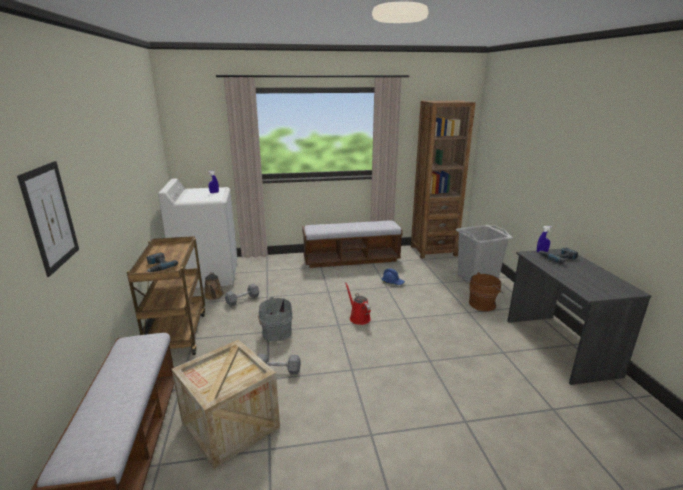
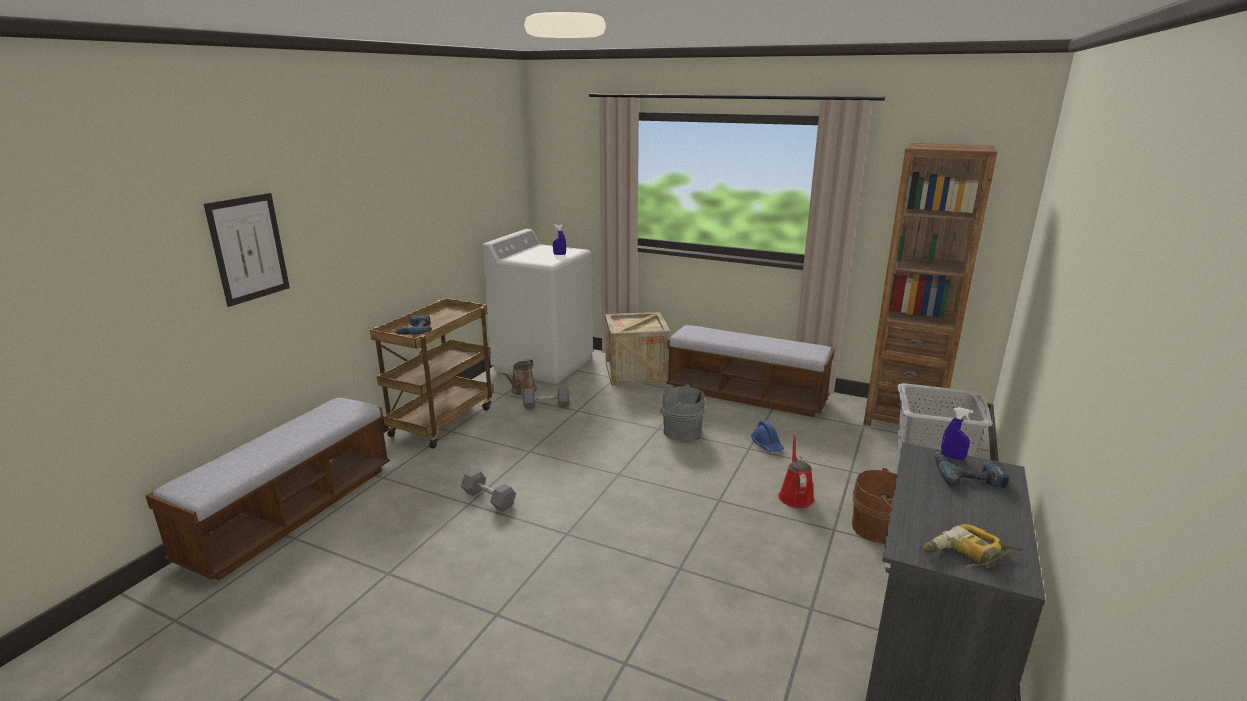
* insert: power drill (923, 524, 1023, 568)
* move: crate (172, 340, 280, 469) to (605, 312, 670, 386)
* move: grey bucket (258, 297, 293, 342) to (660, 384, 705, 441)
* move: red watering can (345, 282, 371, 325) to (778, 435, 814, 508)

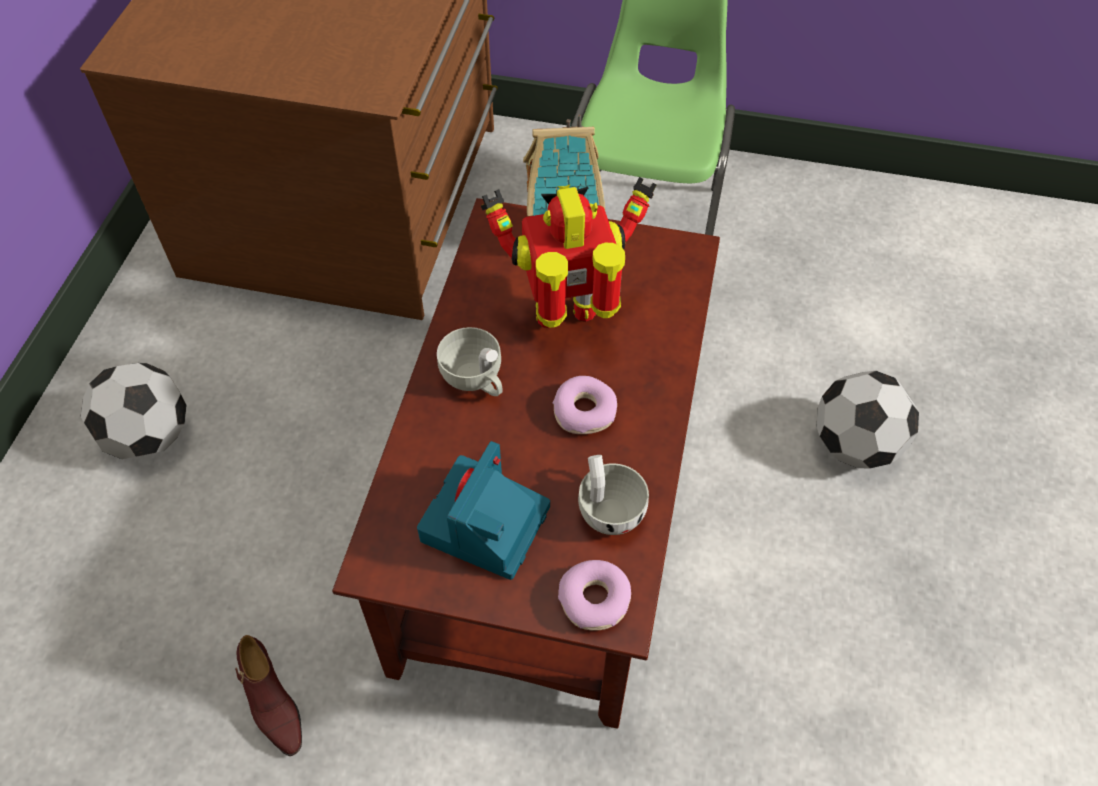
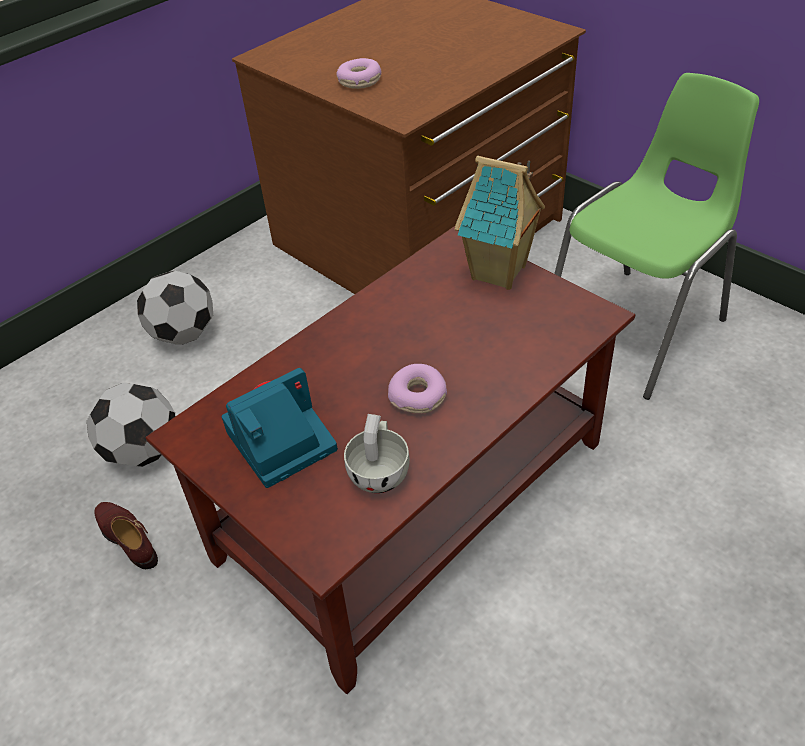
* delete: white cup (437, 327, 502, 396)
* delete: toy robot (481, 177, 657, 328)
* move: donut (558, 560, 631, 631) to (336, 58, 381, 89)
* move: football (816, 371, 919, 469) to (87, 383, 175, 467)
* rotate: brown shoe (235, 635, 302, 756) = (94, 502, 158, 569) 135 degrees clockwise

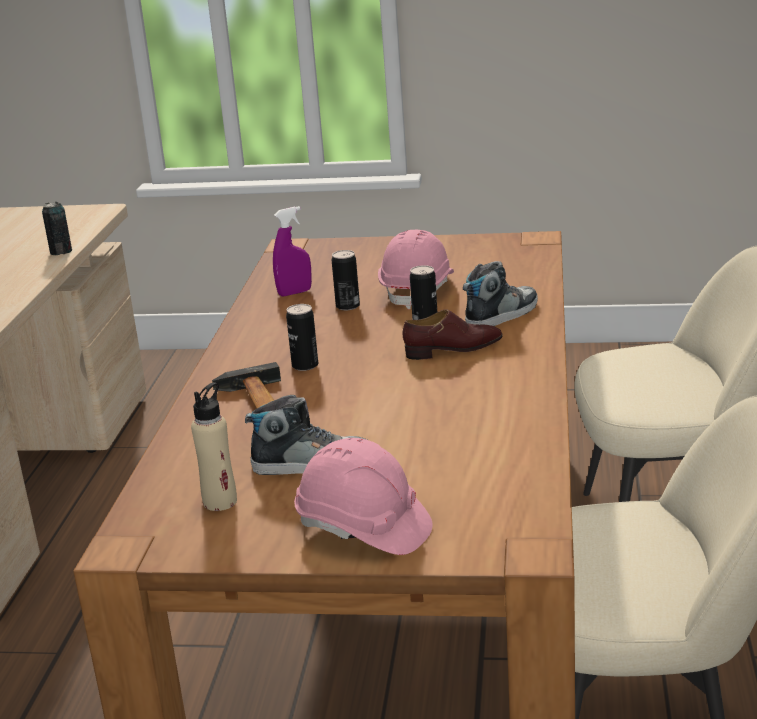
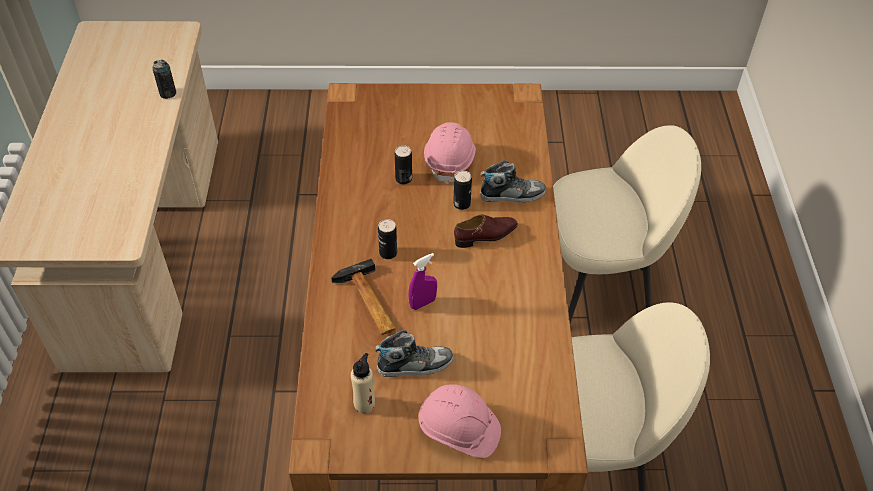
* move: purple spray bottle (273, 206, 312, 296) to (408, 253, 437, 310)
* rotate: shoe (463, 261, 538, 326) = (480, 160, 546, 203) 45 degrees clockwise

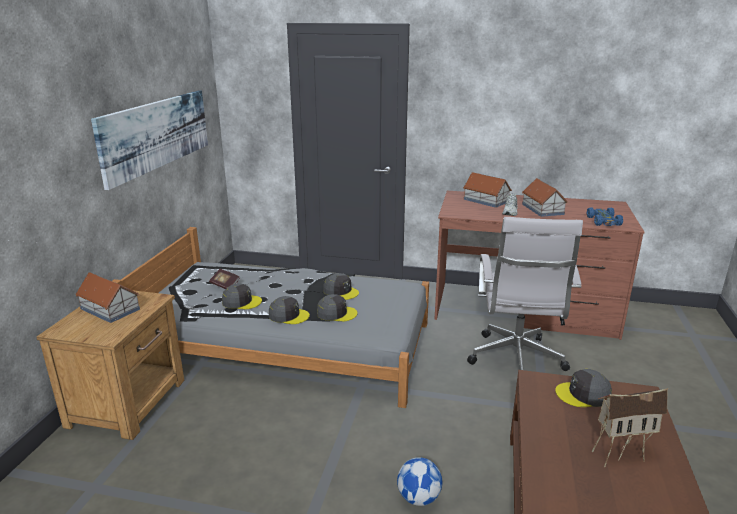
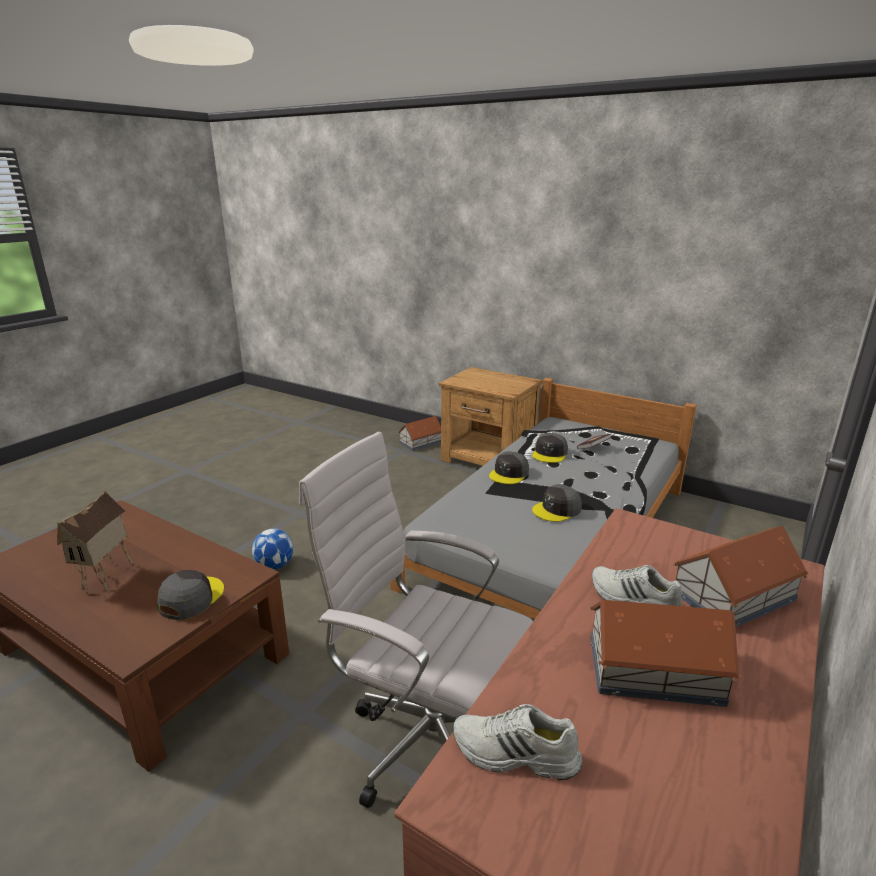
* delete: picture (91, 90, 208, 190)
* delete: grey cap (317, 294, 358, 322)
* move: toy house (75, 272, 140, 323) to (398, 416, 441, 451)
* replace: blue toy car (587, 208, 623, 226) to white shoe (453, 704, 582, 780)

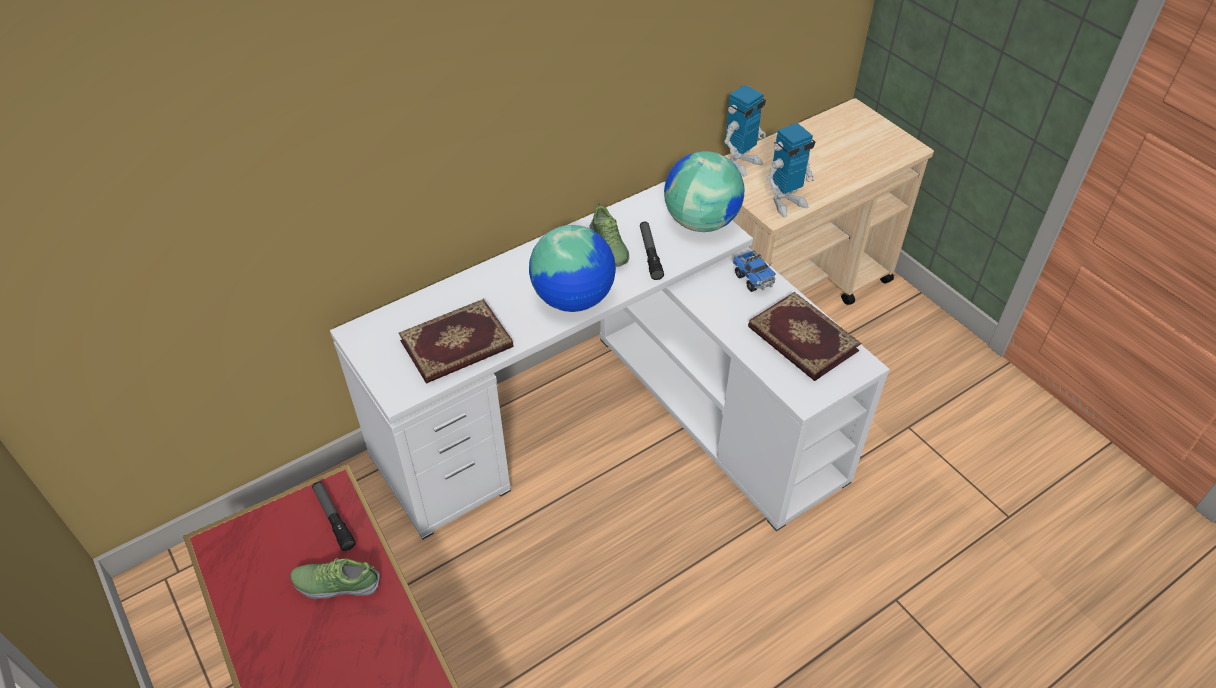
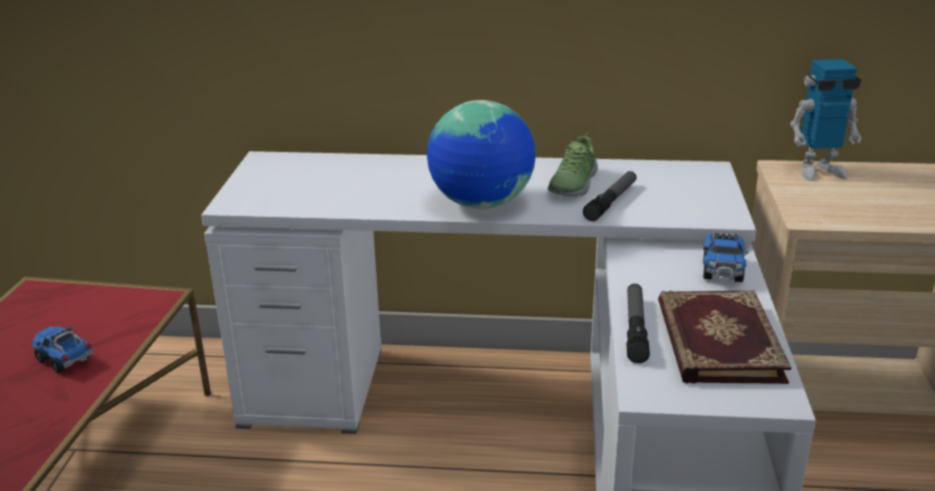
* delete: book (399, 299, 514, 384)
* delete: globe (664, 151, 744, 232)
* delete: toy robot (767, 123, 815, 217)
* move: flashlight (312, 481, 356, 551) to (627, 284, 650, 363)
* replace: shoe (290, 558, 380, 599) to toy truck (32, 326, 93, 373)

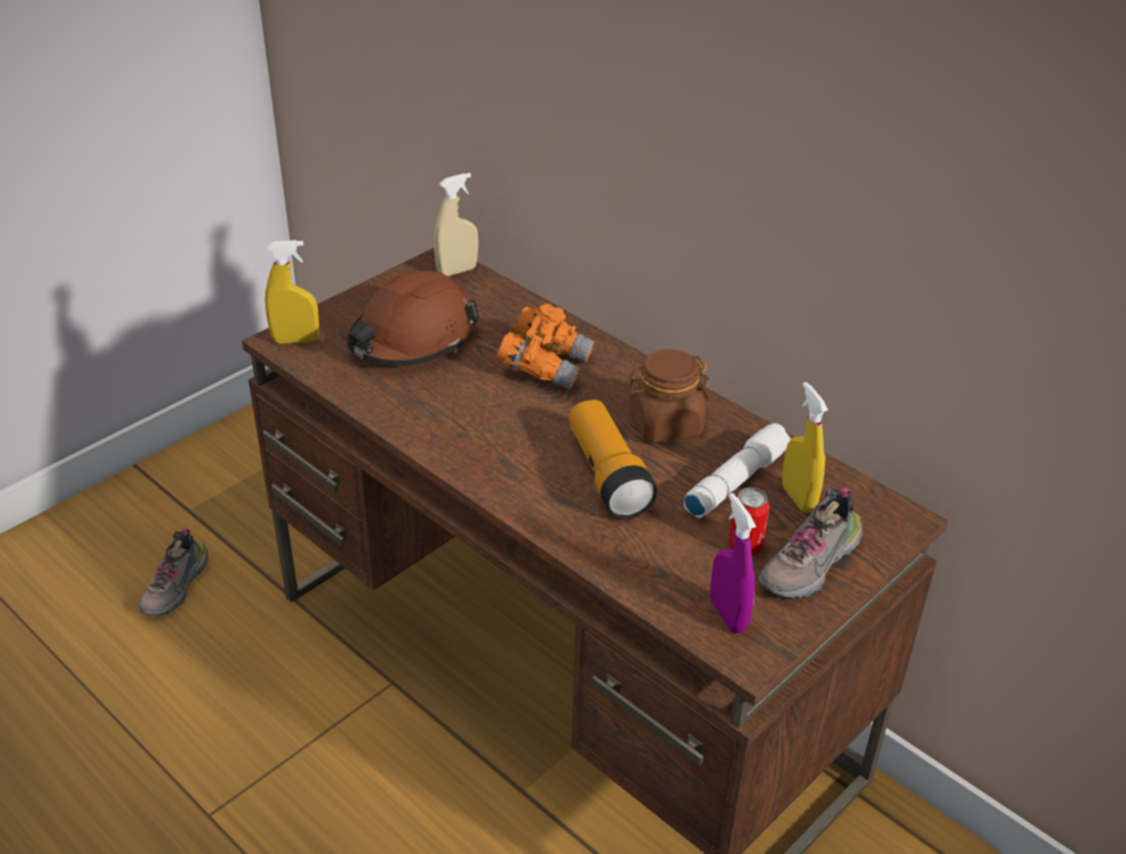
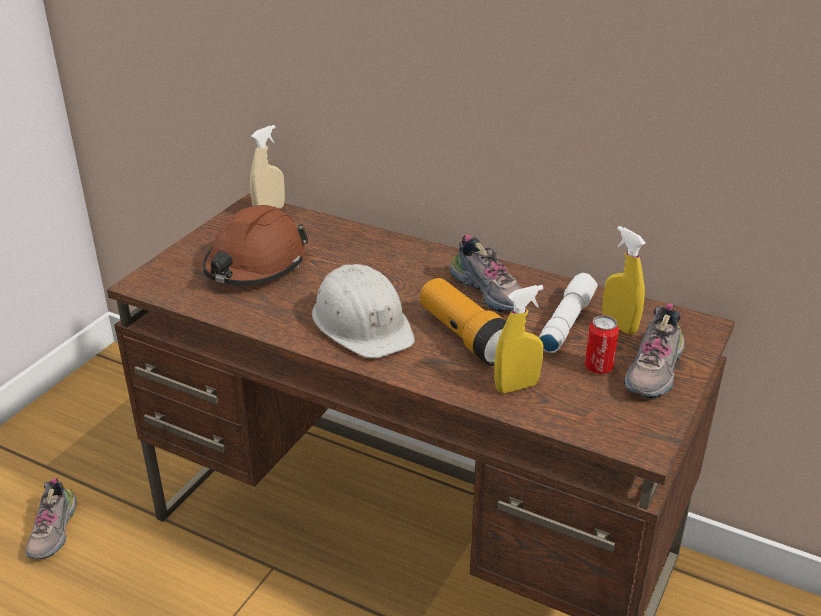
* delete: orange binoculars (496, 304, 595, 390)
* delete: purple spray bottle (710, 493, 756, 633)
* insert: white hard hat (312, 264, 415, 358)
* move: yellow spray bottle (265, 240, 319, 344) to (494, 285, 544, 393)
* replace: brown jar (626, 349, 709, 443) to shoe (449, 235, 522, 313)

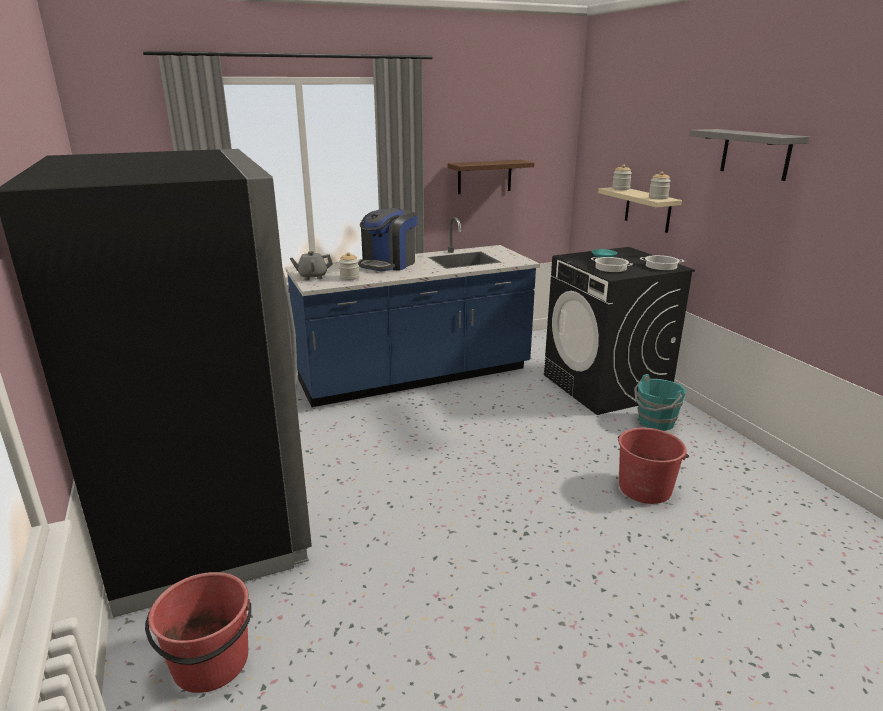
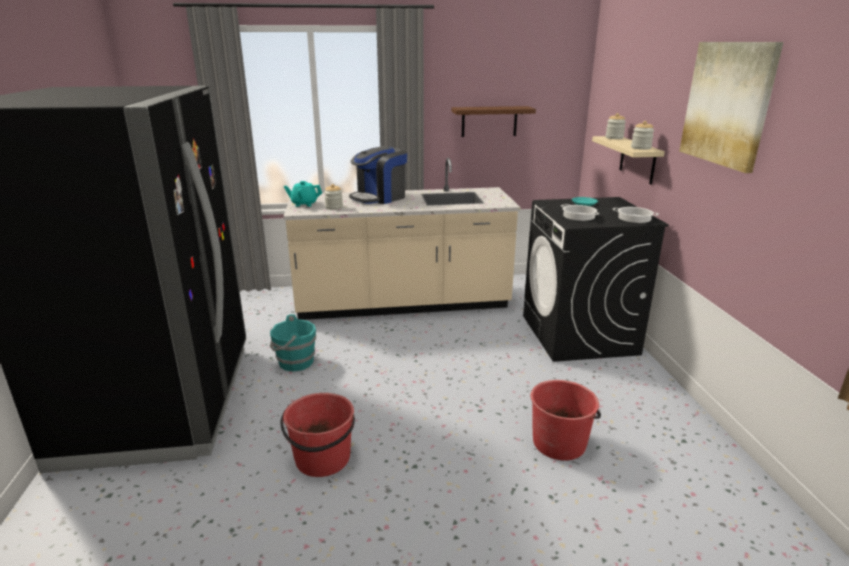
* move: red bucket (145, 572, 251, 693) to (280, 393, 355, 477)
* move: turquoise bucket (634, 374, 686, 431) to (270, 314, 316, 372)
* replace: grey shelf (689, 129, 809, 181) to picture (679, 42, 784, 173)
* recolor: blue counter (285, 217, 540, 407) to beige counter (284, 158, 521, 320)
* recolor: grey teapot (290, 251, 333, 280) to turquoise teapot (284, 181, 322, 207)

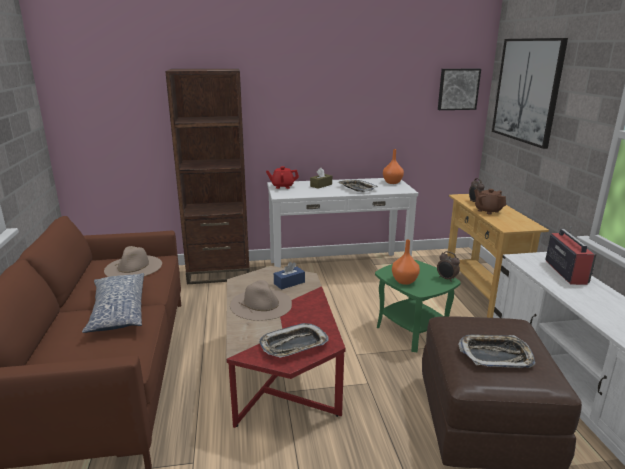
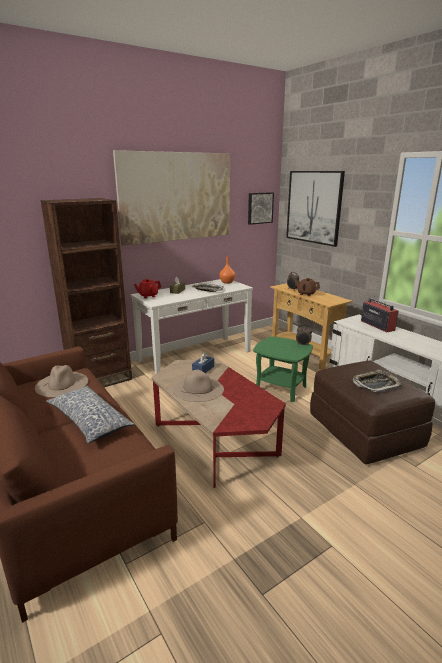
* delete: tray (259, 323, 328, 358)
* delete: orange vase (392, 240, 420, 285)
* insert: picture (113, 150, 230, 246)

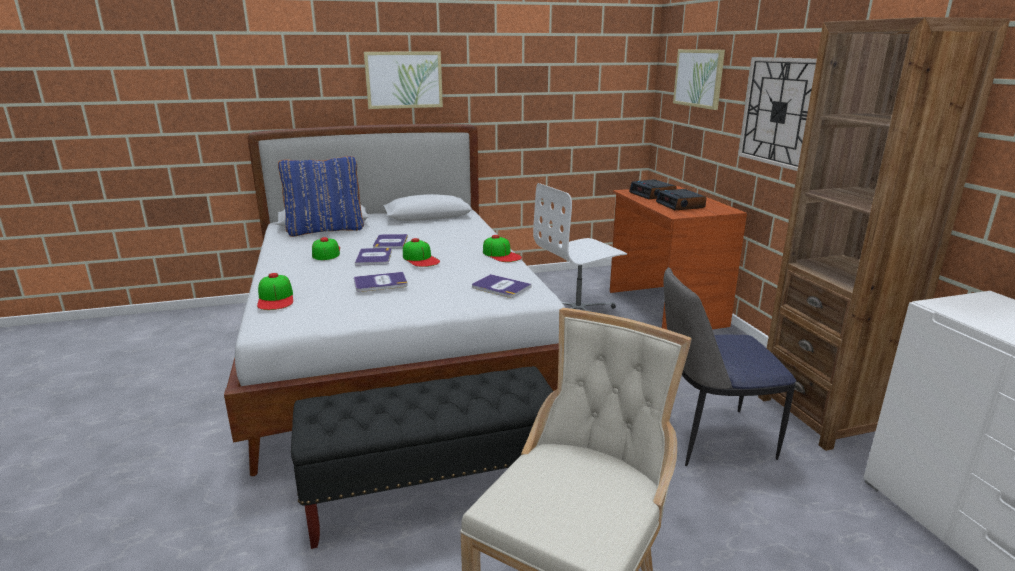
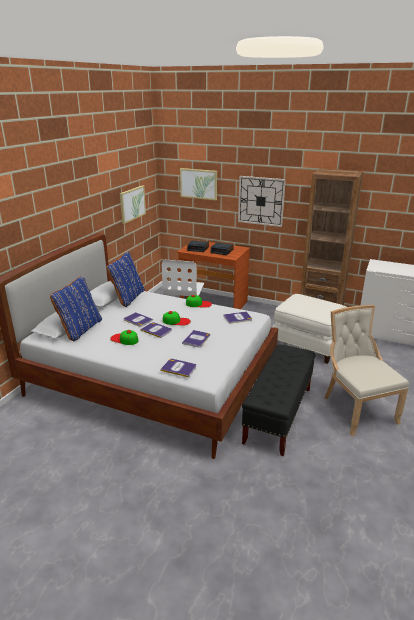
* insert: blue pillow (106, 252, 145, 307)
* move: picture (364, 52, 443, 109) to (120, 185, 146, 224)
* replace: cap (257, 273, 293, 310) to book (160, 359, 196, 377)
* replace: chair (663, 267, 796, 466) to white ottoman (272, 294, 347, 364)

